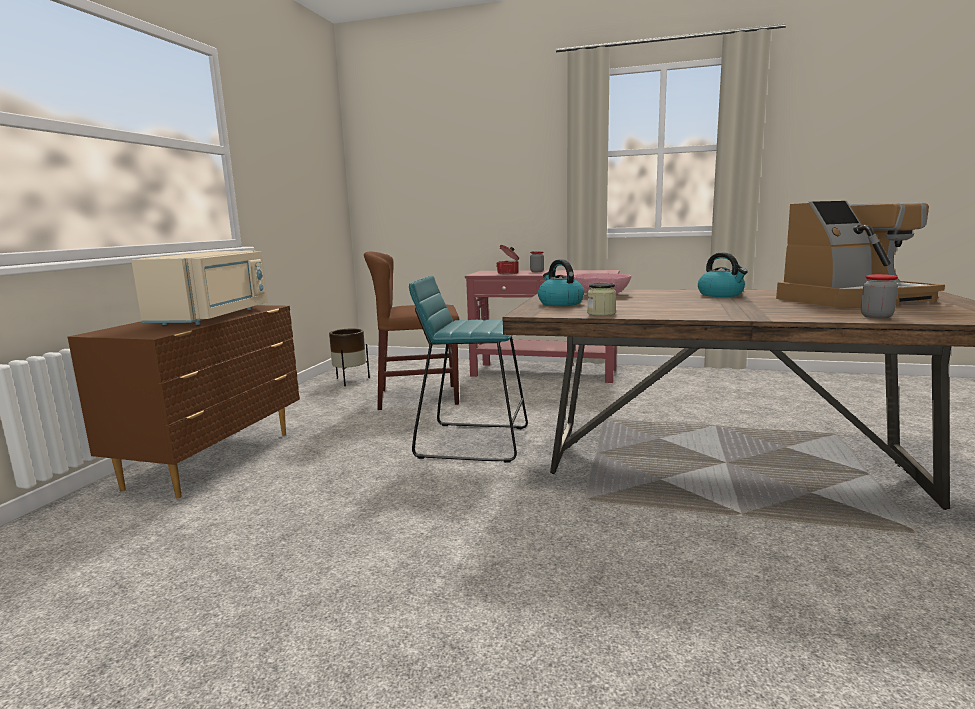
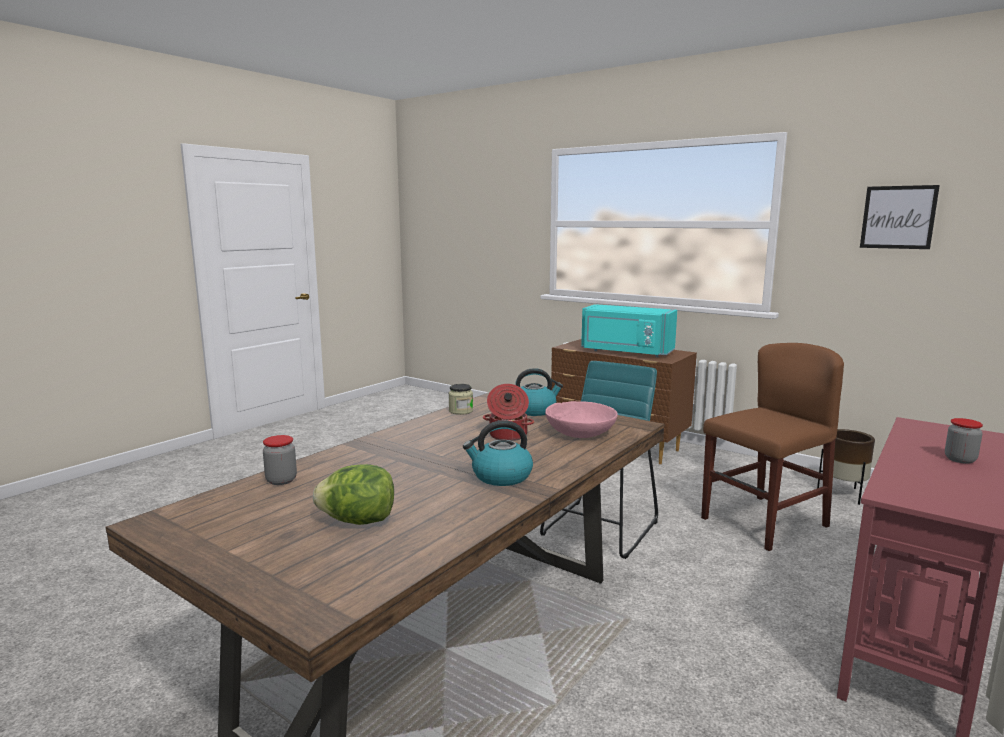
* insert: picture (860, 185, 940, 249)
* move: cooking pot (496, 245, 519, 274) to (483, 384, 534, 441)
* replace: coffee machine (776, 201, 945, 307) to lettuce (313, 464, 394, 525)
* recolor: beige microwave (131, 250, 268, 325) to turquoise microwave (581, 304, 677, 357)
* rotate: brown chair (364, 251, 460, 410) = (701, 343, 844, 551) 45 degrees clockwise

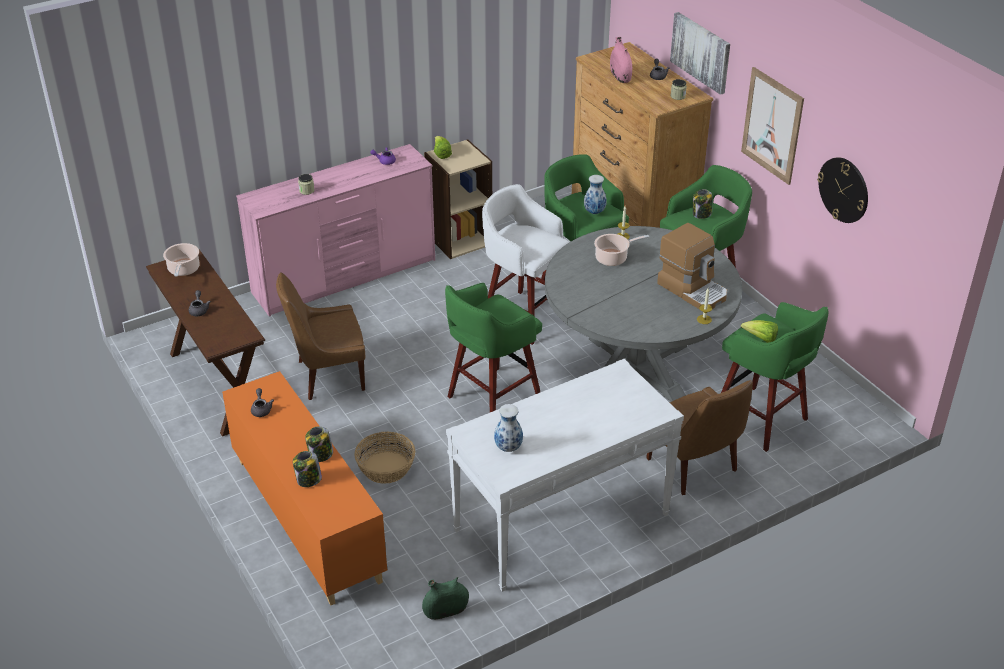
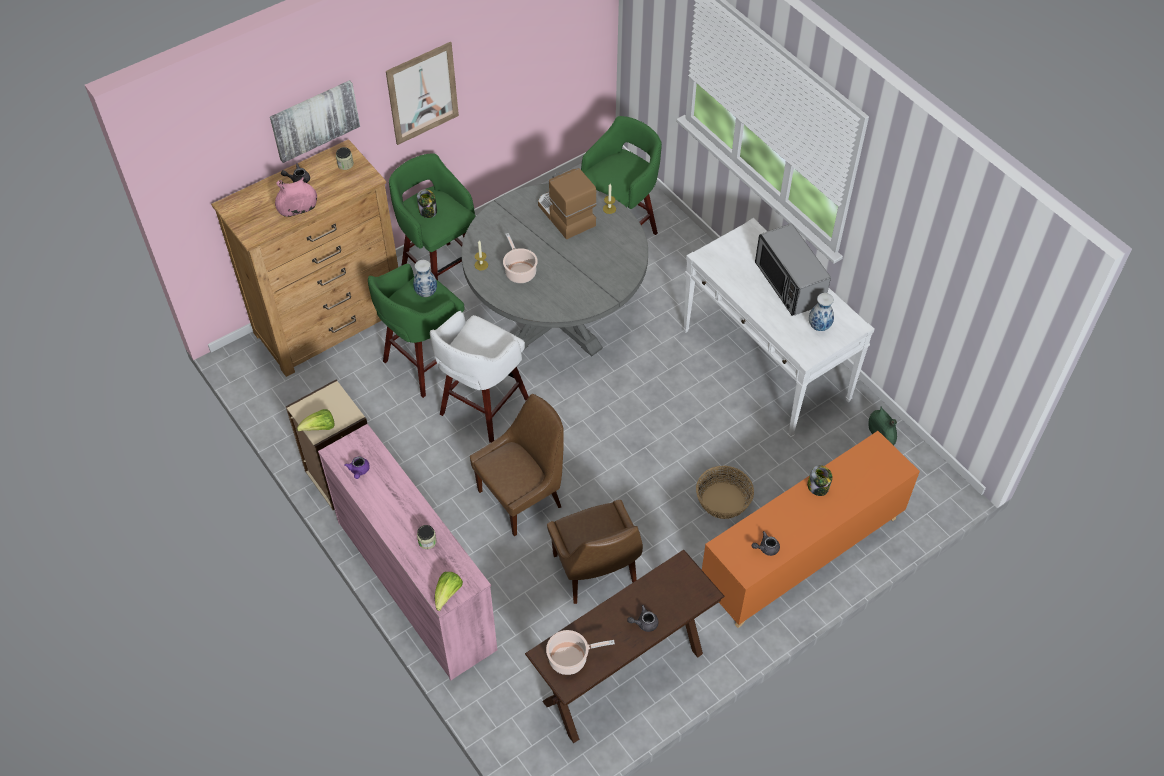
* delete: jar (293, 451, 322, 487)
* delete: green stool (445, 283, 542, 412)
* delete: wall clock (817, 157, 868, 223)
* insert: microwave (755, 224, 831, 316)
* move: brown chair (647, 380, 753, 495) to (470, 394, 564, 536)
* move: lettuce (741, 320, 778, 343) to (435, 572, 463, 611)
* rotate: coffee machine (657, 223, 727, 309) = (538, 168, 597, 239) 75 degrees counterclockwise

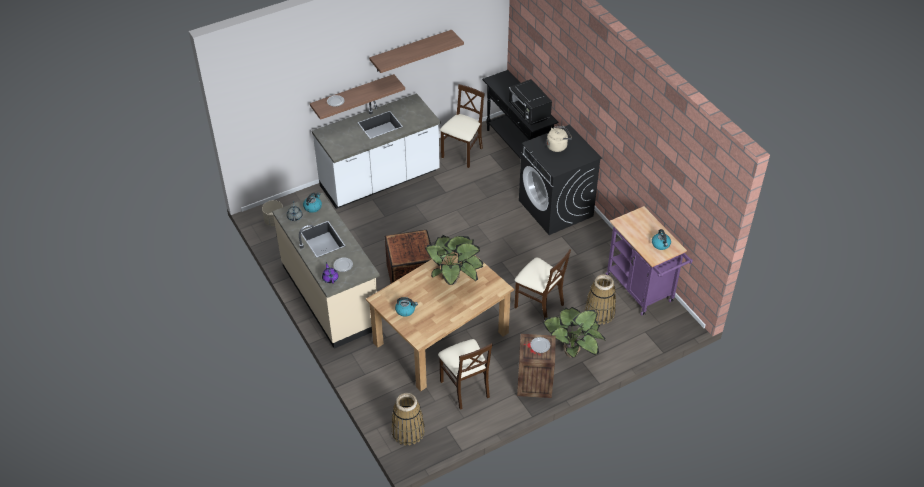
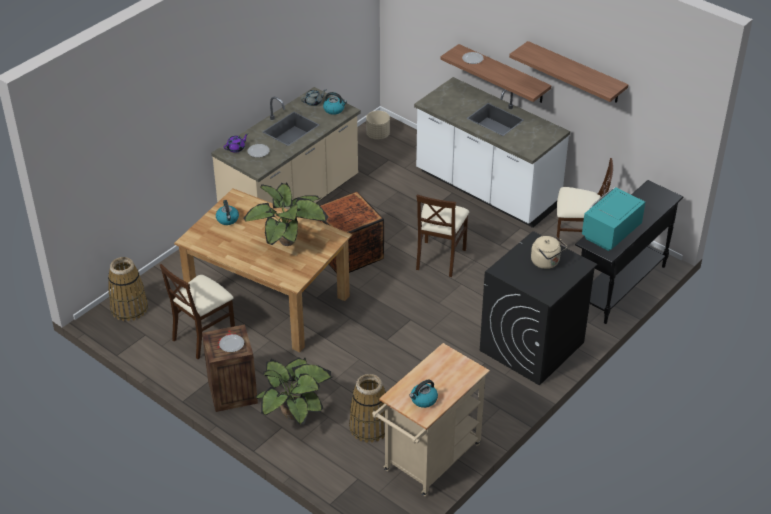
* move: beige chair (514, 249, 571, 320) to (416, 194, 469, 277)
* recolor: black microwave (509, 79, 552, 125) to turquoise microwave (582, 187, 645, 251)
* recolor: purple cart (605, 206, 693, 315) to beige cart (372, 343, 490, 496)

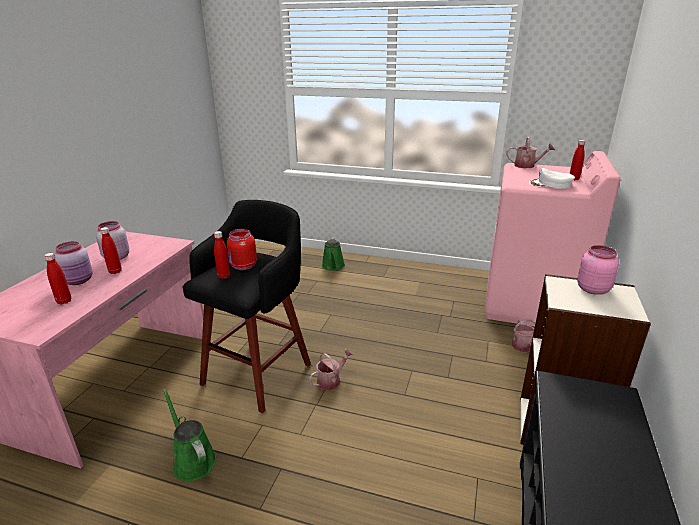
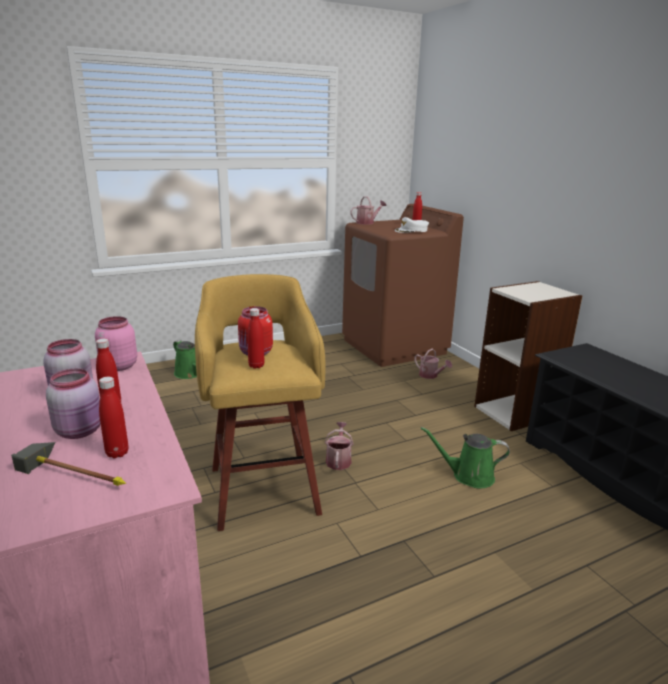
* insert: hammer (11, 442, 126, 486)
* move: green watering can (163, 388, 216, 481) to (421, 427, 510, 488)
* move: pink jar (577, 245, 619, 295) to (95, 316, 137, 371)
* recolor: black stool (183, 200, 311, 413) to yellow stool (195, 274, 326, 531)
* recolor: pink washing machine (485, 151, 621, 326) to brown washing machine (342, 204, 464, 367)

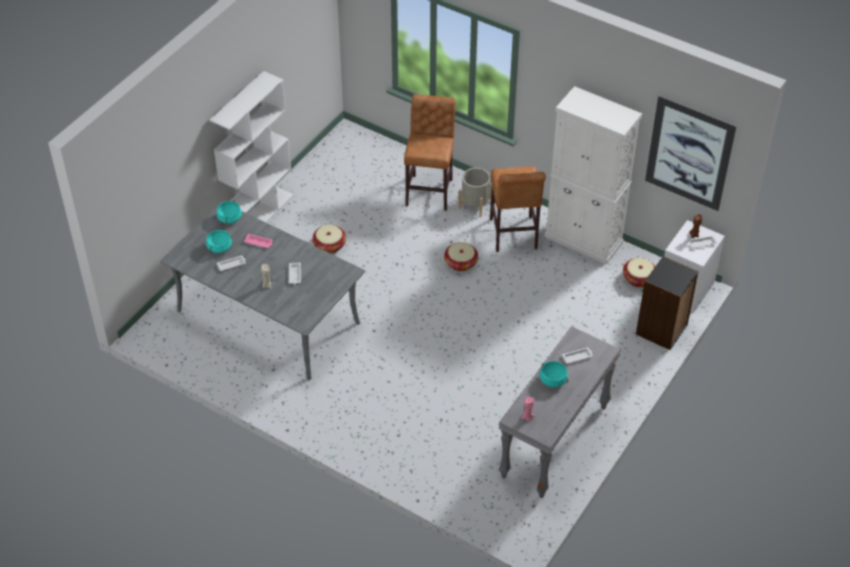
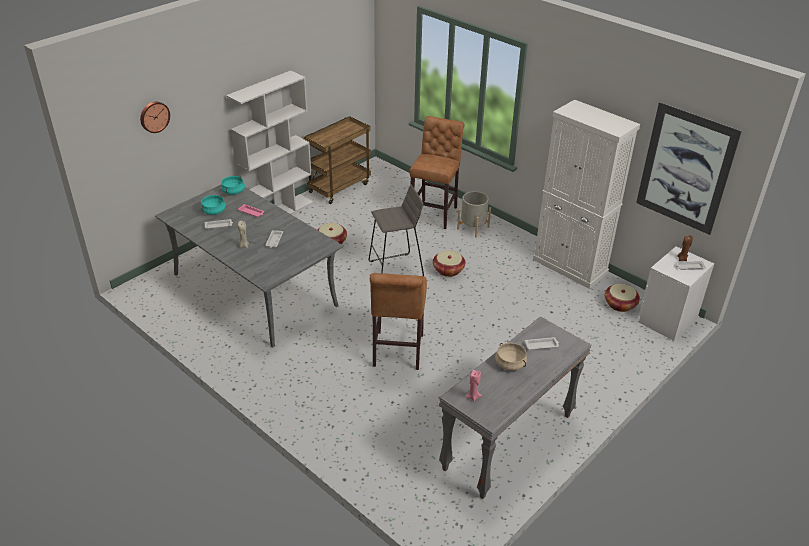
* delete: black bookcase (636, 256, 698, 350)
* insert: wall clock (140, 102, 170, 133)
* insert: brown cart (304, 116, 371, 204)
* insert: grey stool (369, 185, 424, 276)
* move: brown stool (490, 166, 546, 252) to (370, 273, 427, 370)
* recolor: turquoise cooking pot (540, 361, 568, 387) to beige cooking pot (495, 342, 527, 371)

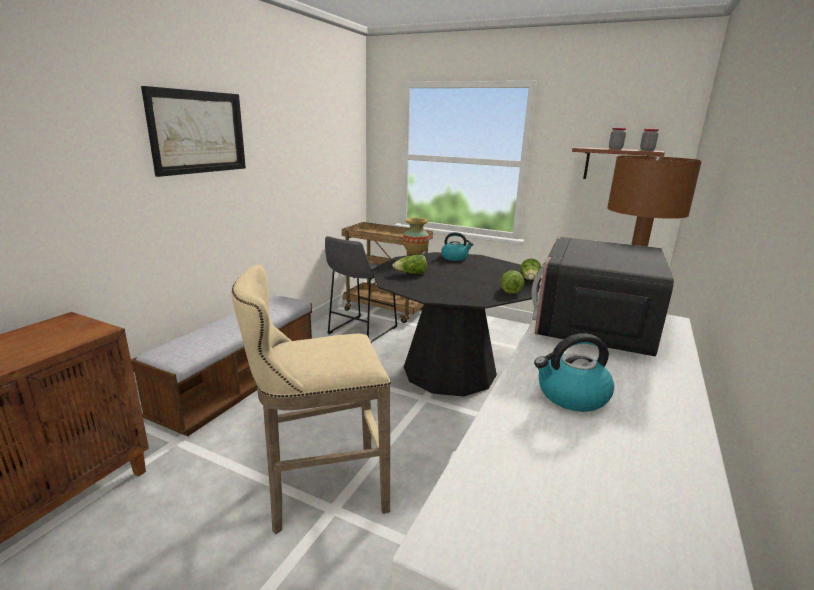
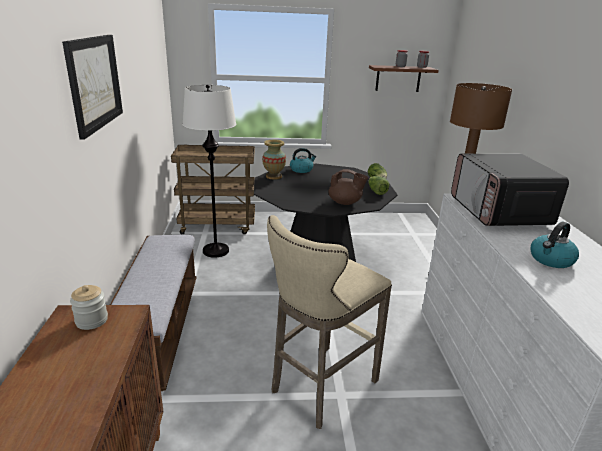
* delete: lettuce (392, 255, 427, 274)
* insert: jar (70, 285, 108, 330)
* insert: brown teapot (328, 169, 368, 205)
* replace: grey stool (325, 236, 398, 344) to white floor lamp (182, 85, 236, 258)

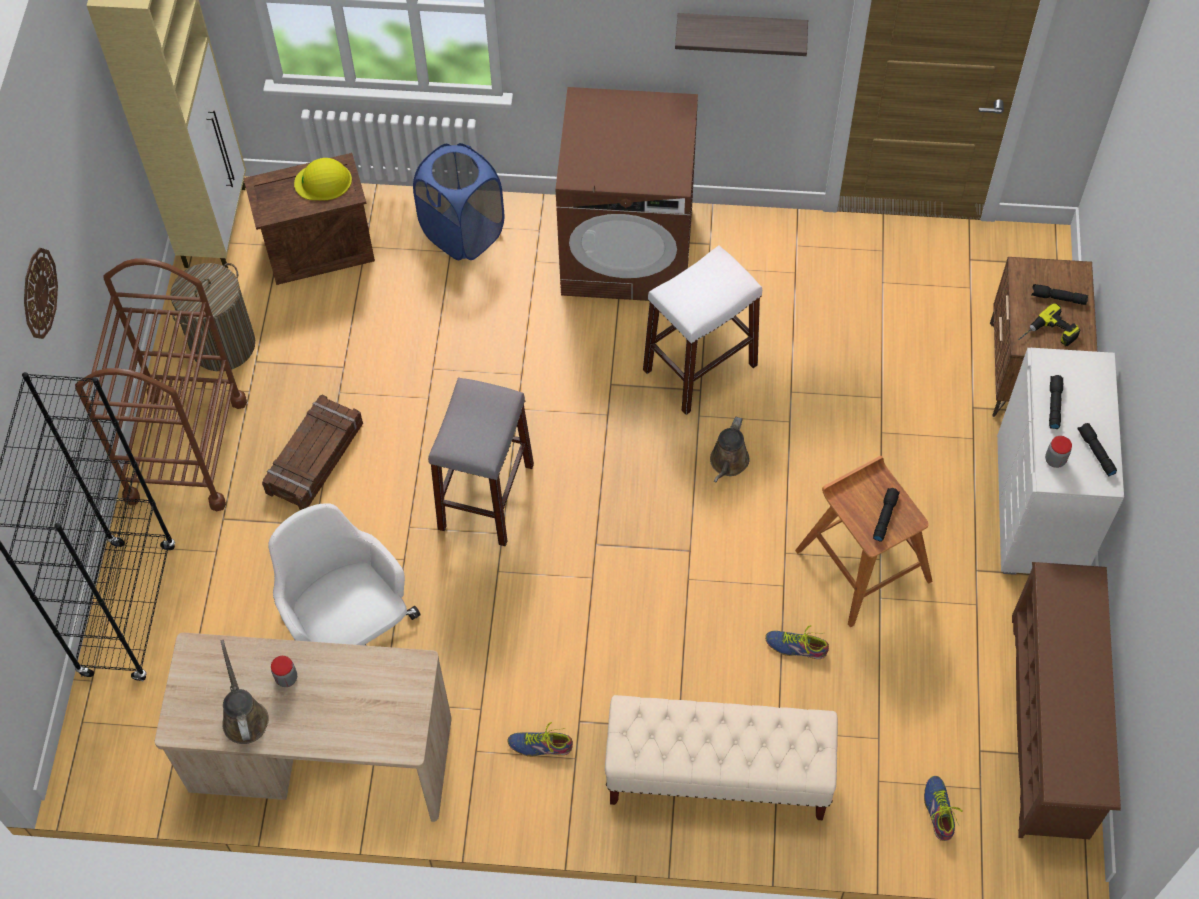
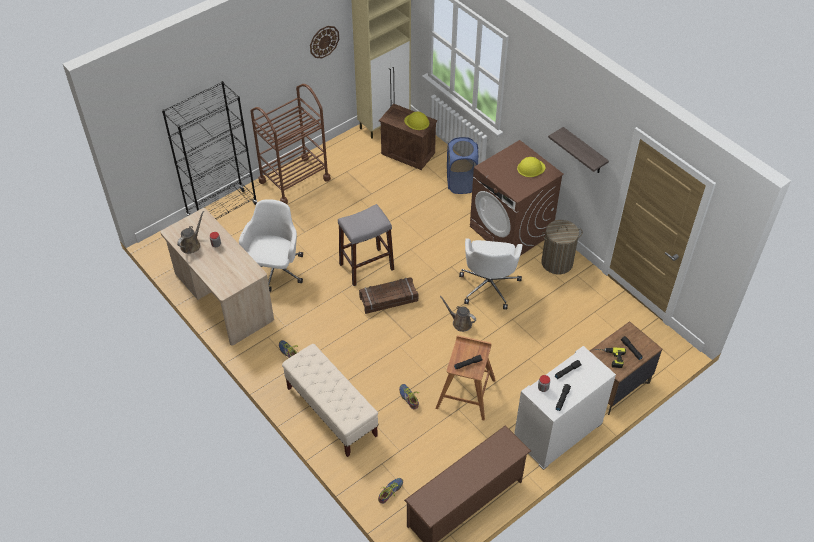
* insert: yellow hard hat (517, 157, 545, 177)
* move: wall clock (24, 248, 58, 339) to (310, 26, 339, 58)
* move: laundry basket (170, 263, 255, 371) to (541, 220, 583, 274)
* move: crate (262, 395, 363, 510) to (359, 277, 418, 314)
* replace: white stool (643, 245, 762, 415) to white office chair (459, 238, 522, 310)
* rotate: brown watering can (710, 417, 750, 482) = (440, 296, 476, 332) 60 degrees clockwise

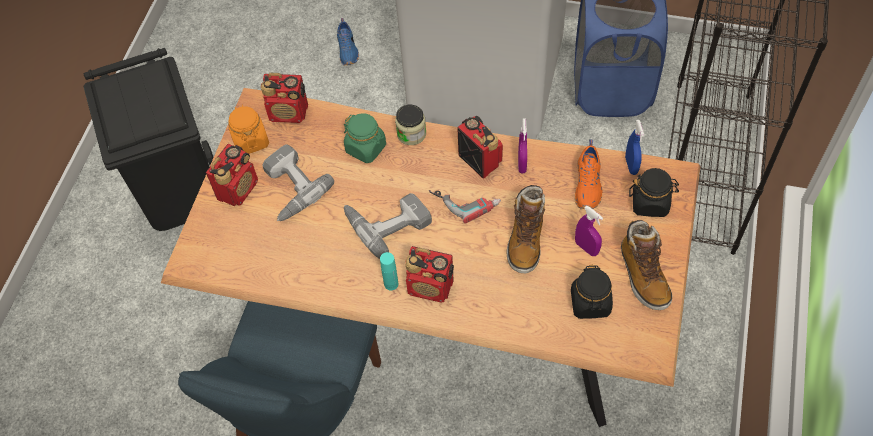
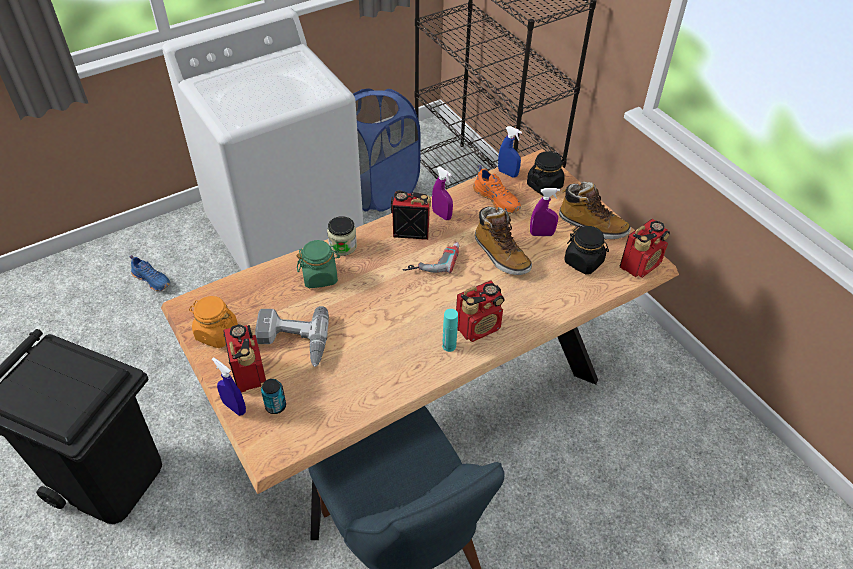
* delete: power drill (344, 193, 432, 259)
* insert: blue spray bottle (212, 357, 246, 416)
* insert: can (261, 379, 286, 414)
* move: radio (261, 73, 308, 123) to (620, 219, 670, 278)

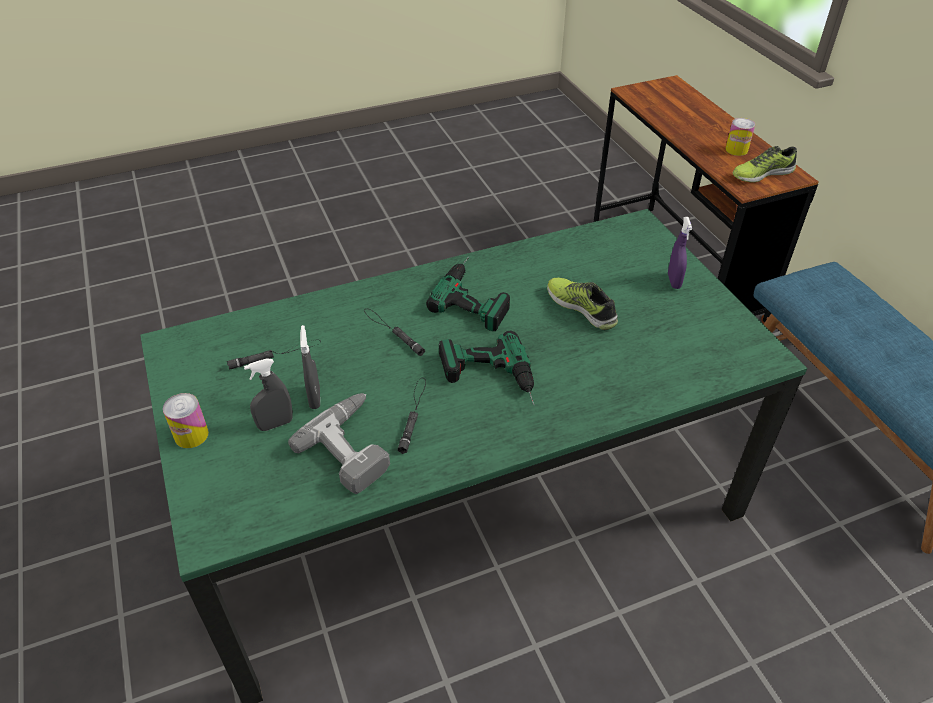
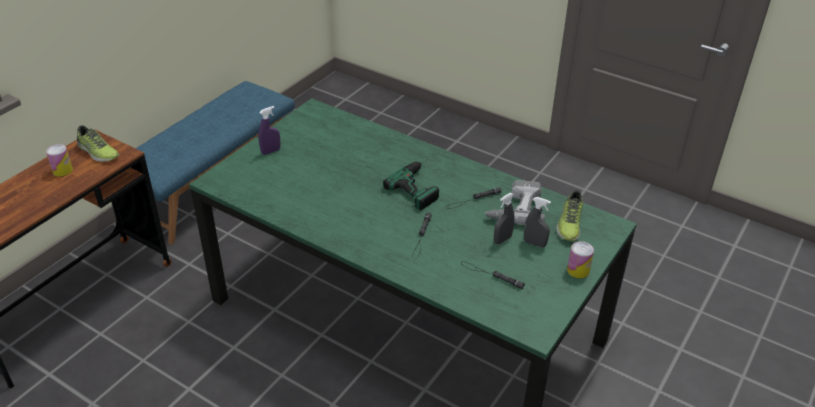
* delete: power drill (426, 256, 510, 331)
* move: shoe (547, 278, 618, 330) to (556, 190, 583, 241)

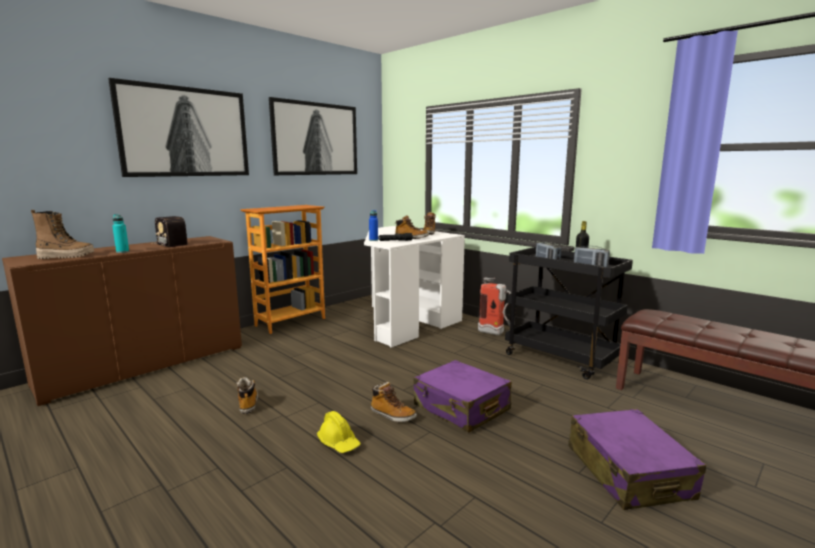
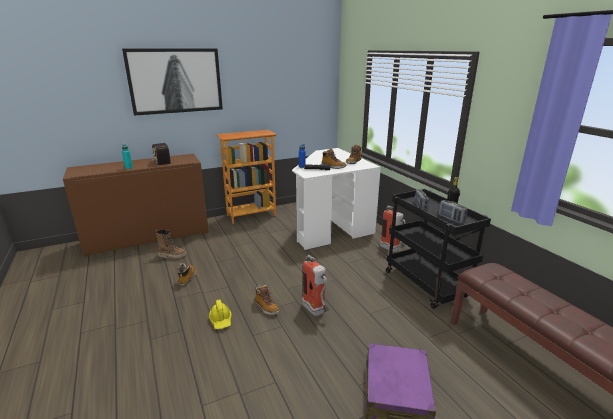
* delete: picture (269, 97, 357, 175)
* move: boot (31, 210, 94, 259) to (155, 229, 187, 259)
* replace: purple suitcase (413, 360, 512, 433) to fire extinguisher (302, 255, 329, 316)

